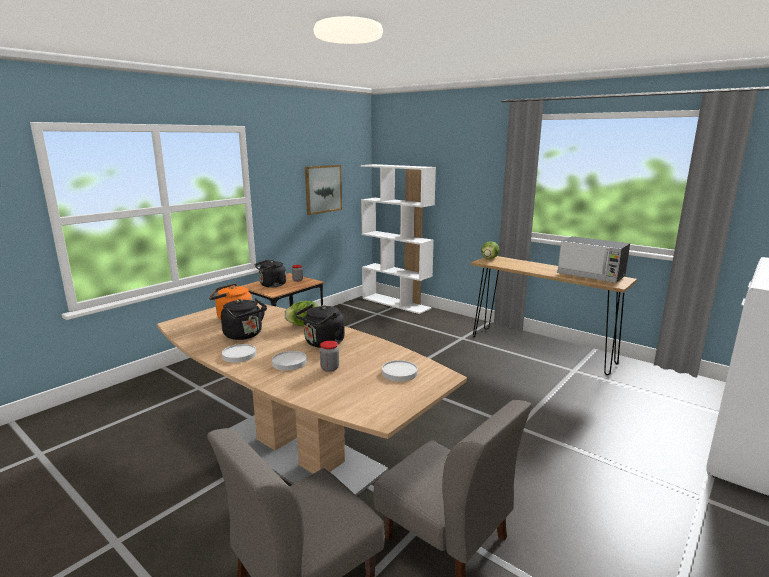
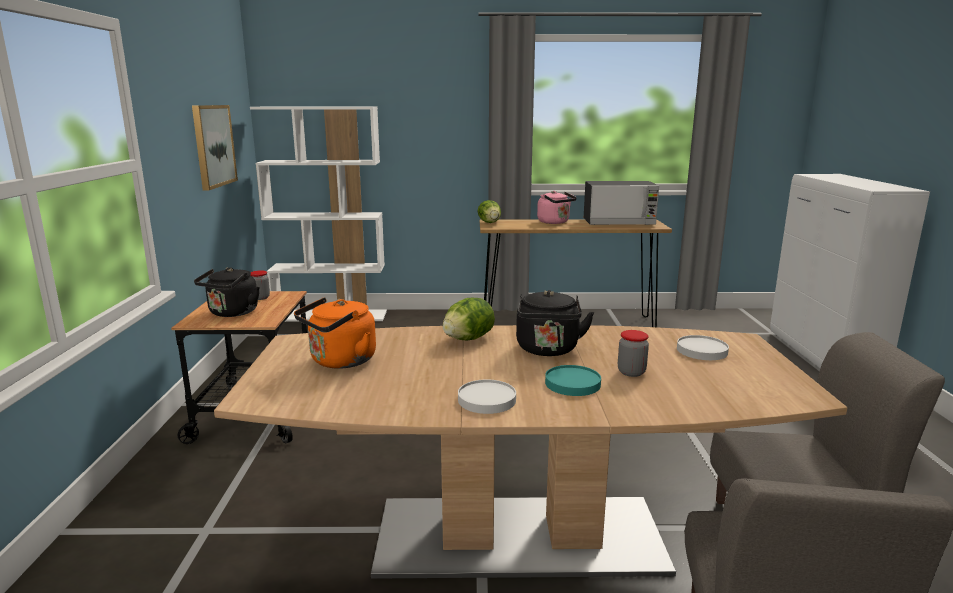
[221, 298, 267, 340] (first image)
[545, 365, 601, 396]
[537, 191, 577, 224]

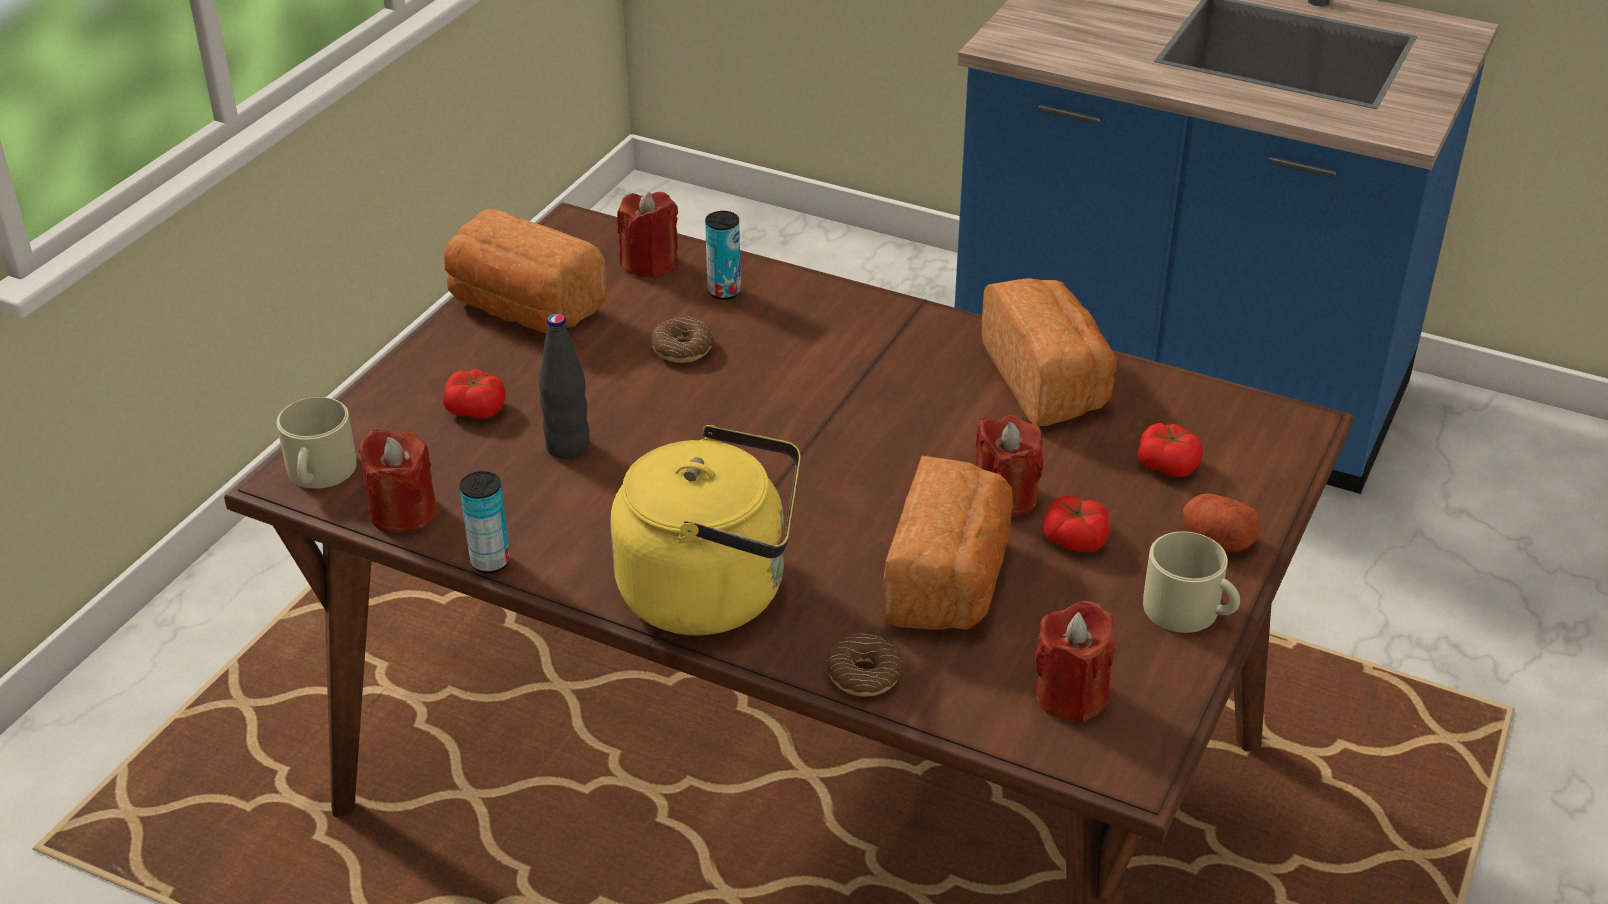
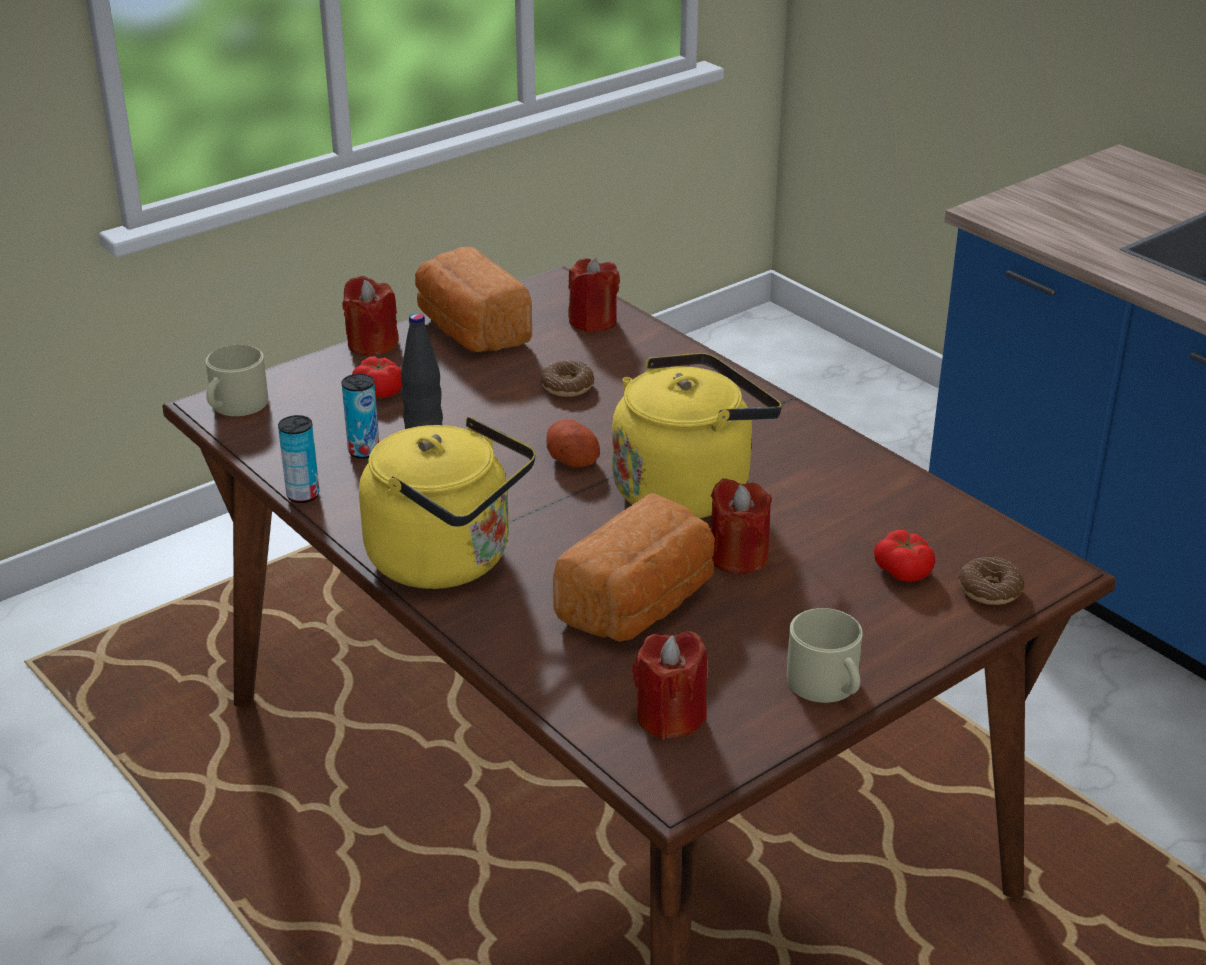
[342, 276, 399, 356]
[342, 374, 379, 459]
[958, 557, 1024, 605]
[982, 278, 1117, 426] (first image)
[1043, 496, 1110, 551] (first image)
[546, 419, 600, 467]
[612, 353, 782, 518]

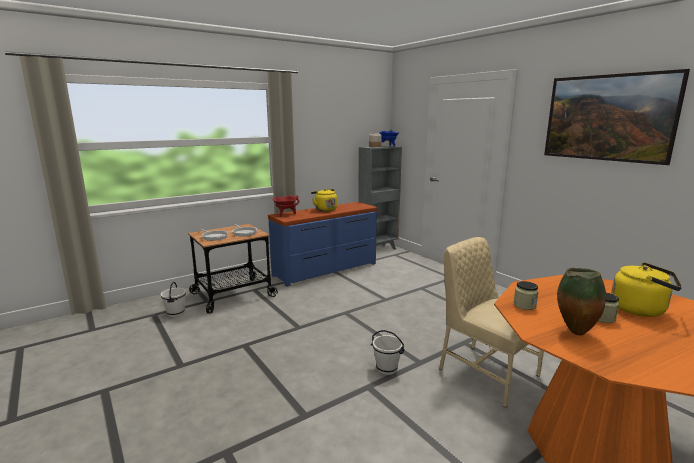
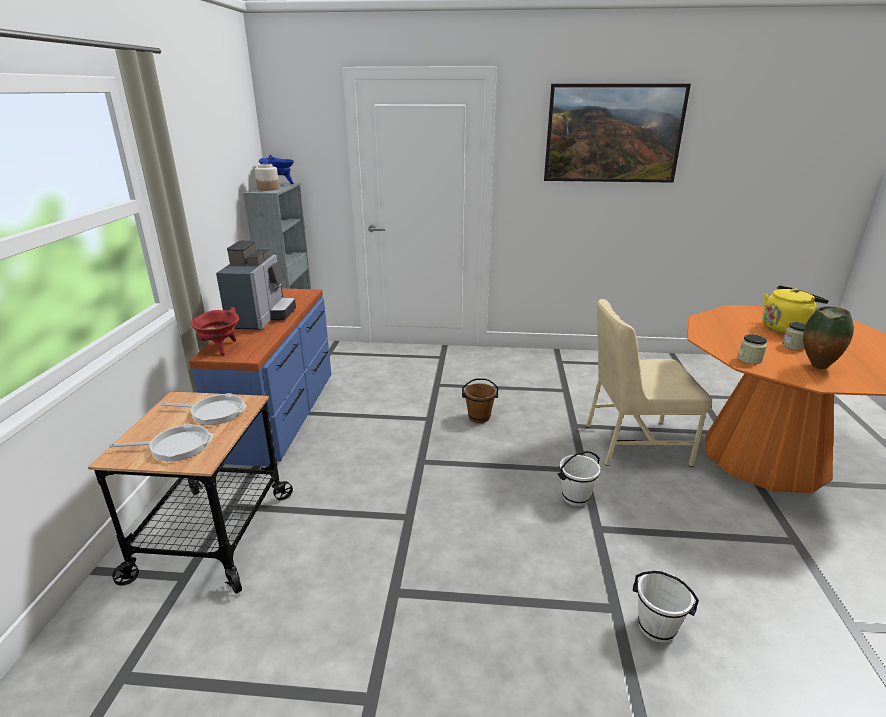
[633, 571, 699, 643]
[216, 240, 296, 330]
[462, 378, 498, 423]

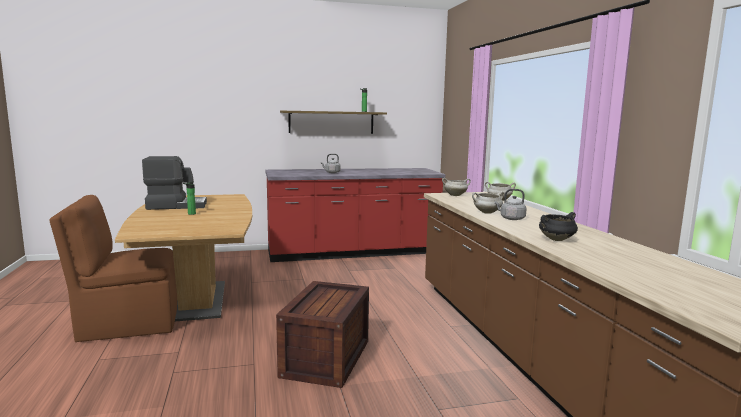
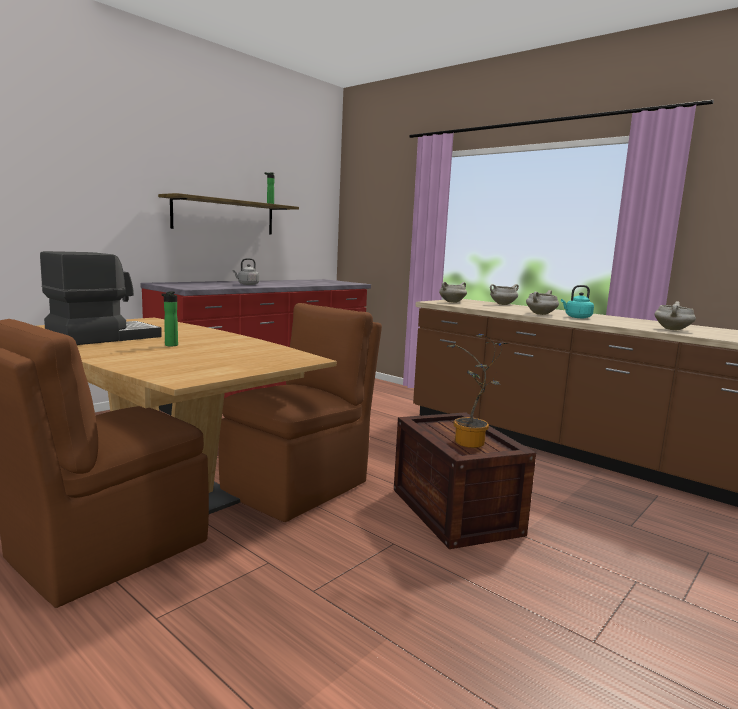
[561, 285, 594, 318]
[654, 301, 696, 330]
[219, 303, 382, 522]
[447, 334, 508, 448]

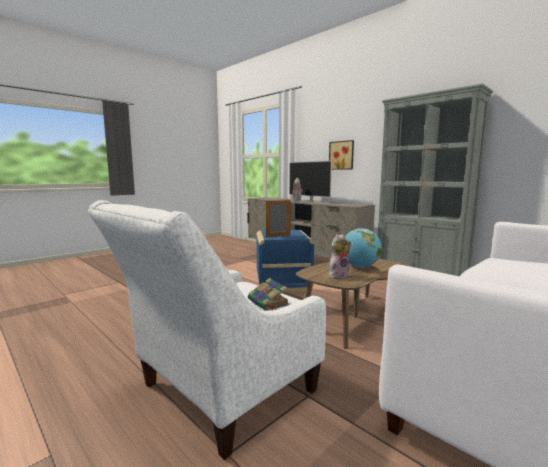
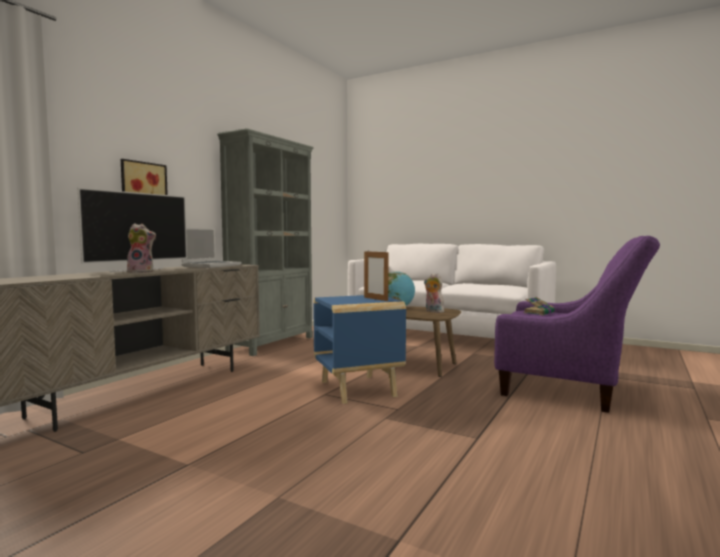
[494, 236, 660, 413]
[182, 228, 242, 268]

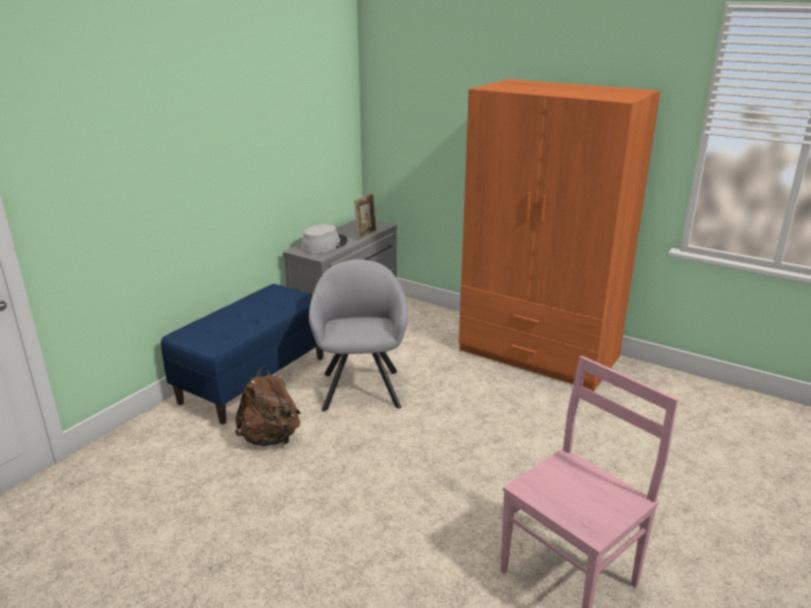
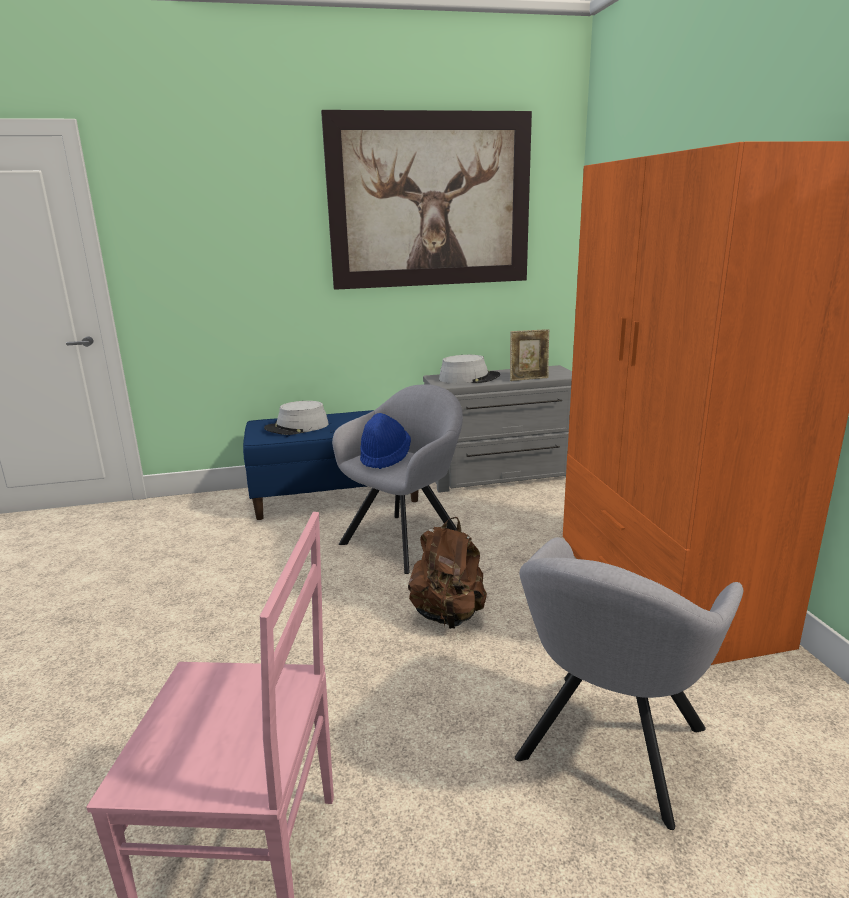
[408, 517, 487, 629]
[264, 401, 329, 435]
[321, 110, 532, 290]
[360, 413, 411, 469]
[515, 537, 743, 830]

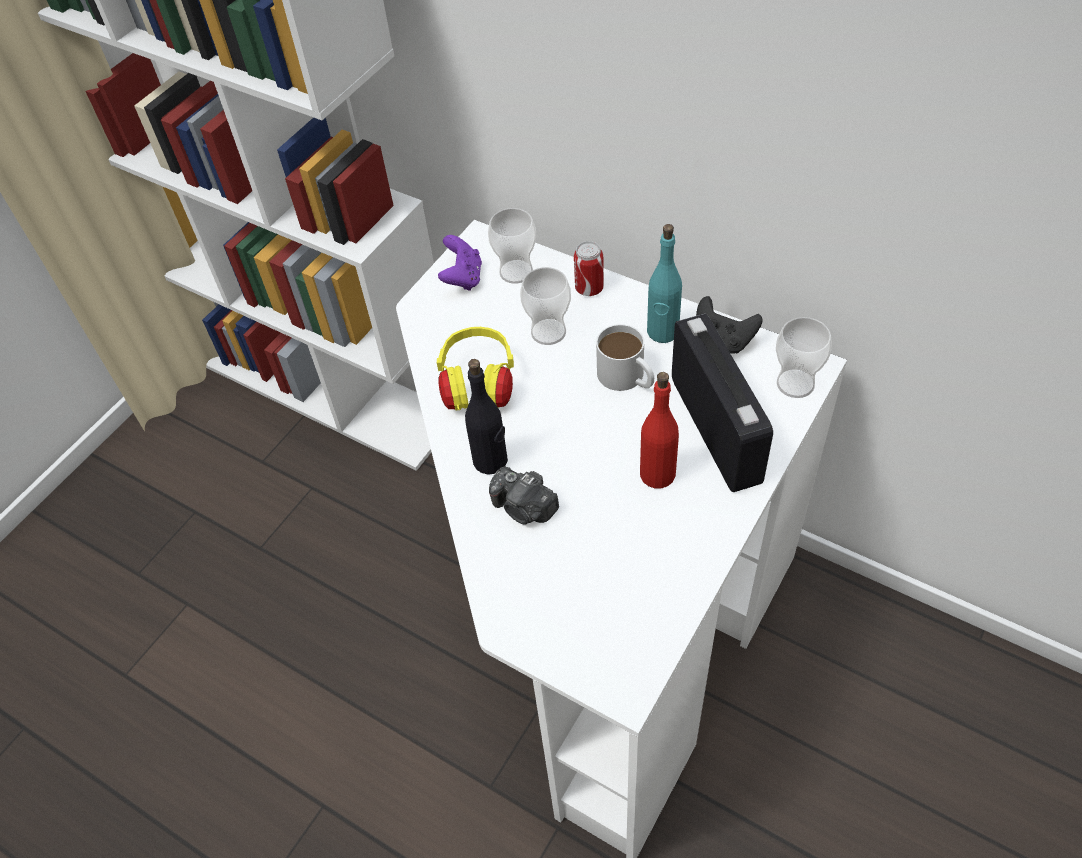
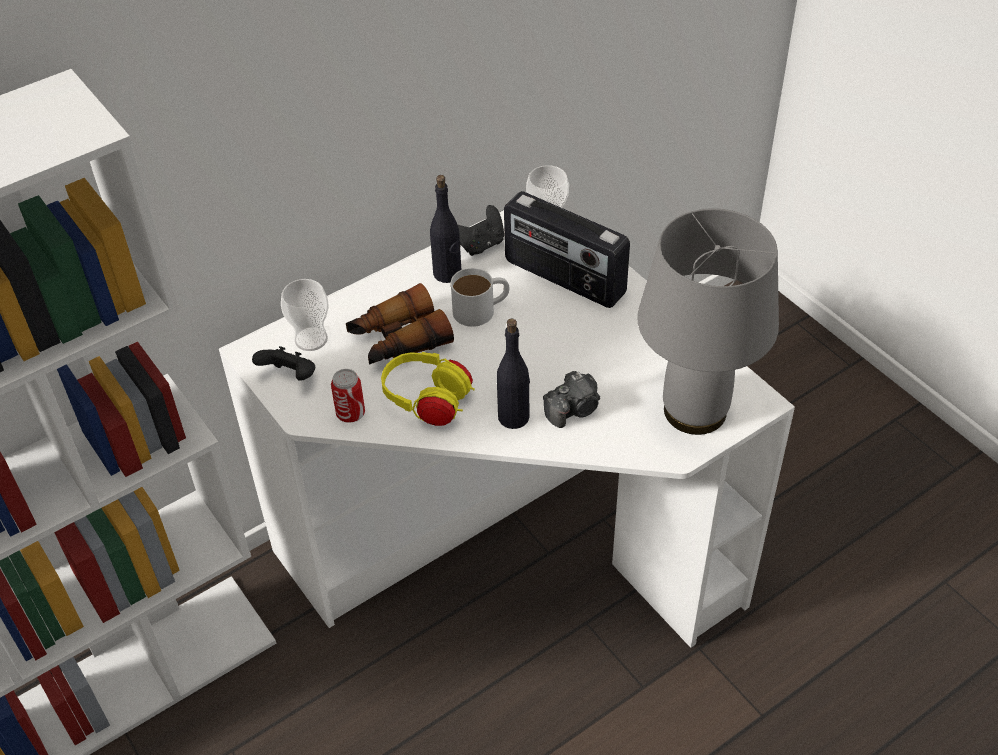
[252, 346, 315, 381]
[346, 283, 454, 364]
[331, 369, 365, 423]
[640, 372, 679, 489] (first image)
[430, 175, 461, 283]
[504, 191, 630, 308]
[637, 209, 779, 435]

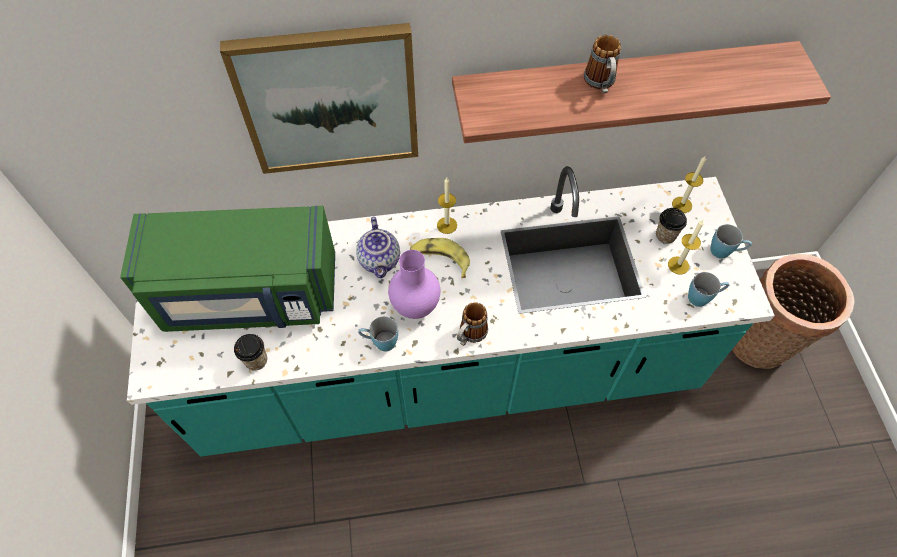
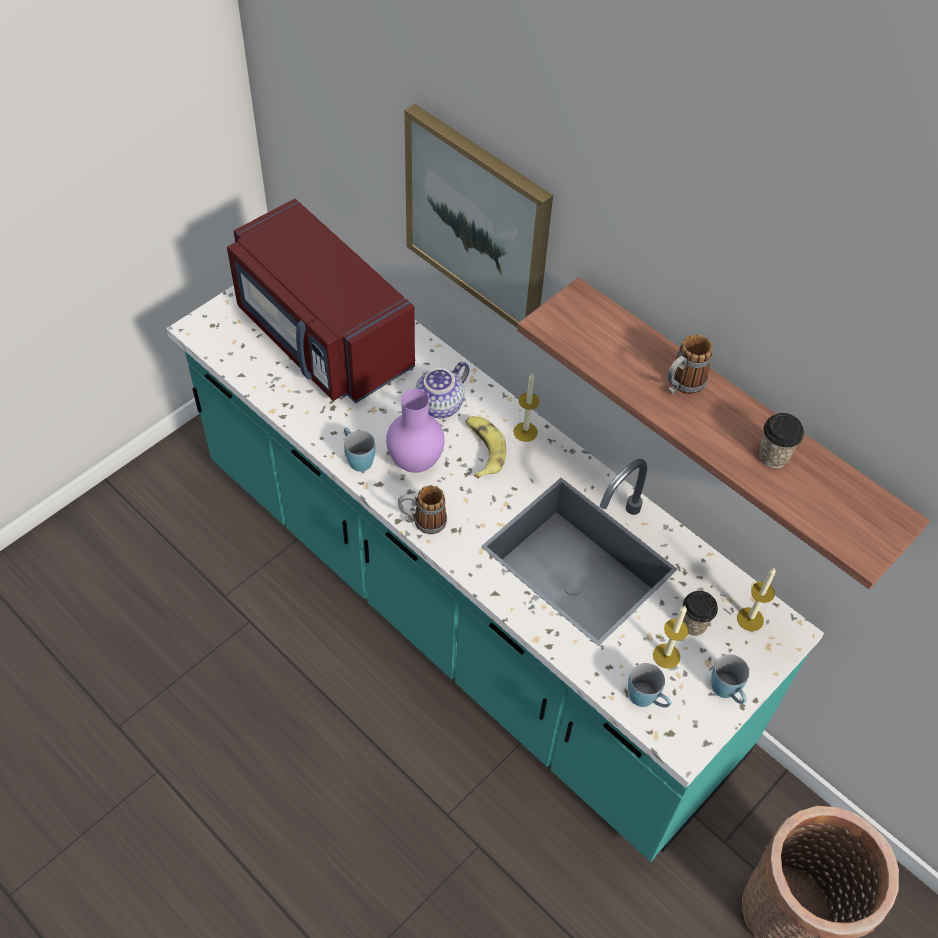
[227, 198, 415, 403]
[759, 413, 804, 468]

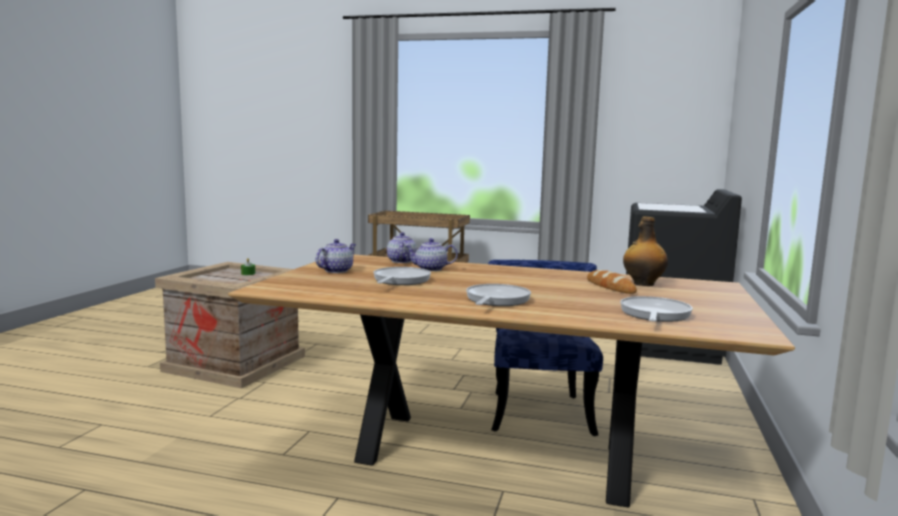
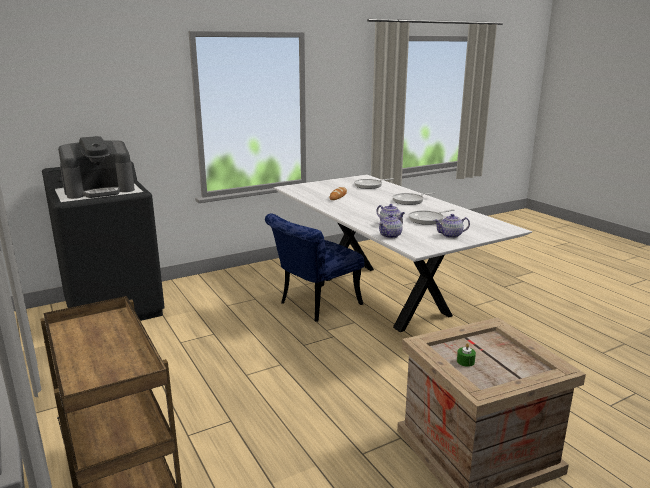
[274, 174, 532, 332]
[623, 216, 668, 286] (first image)
[58, 136, 135, 199]

